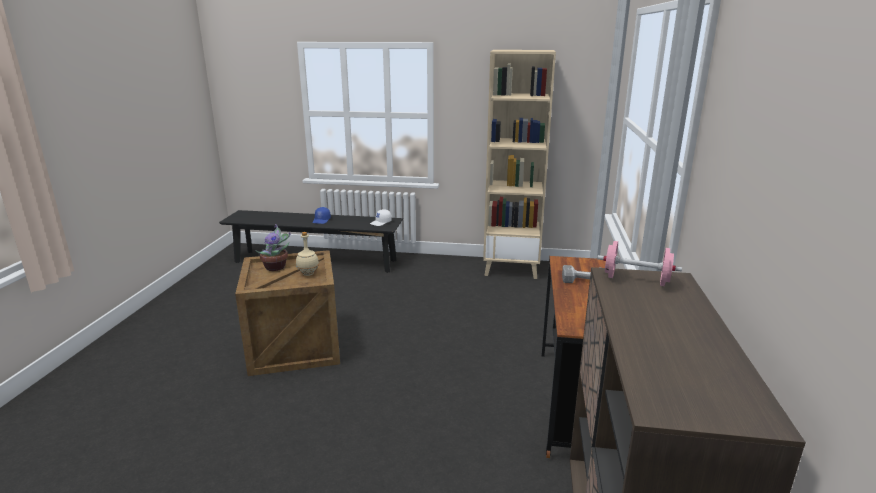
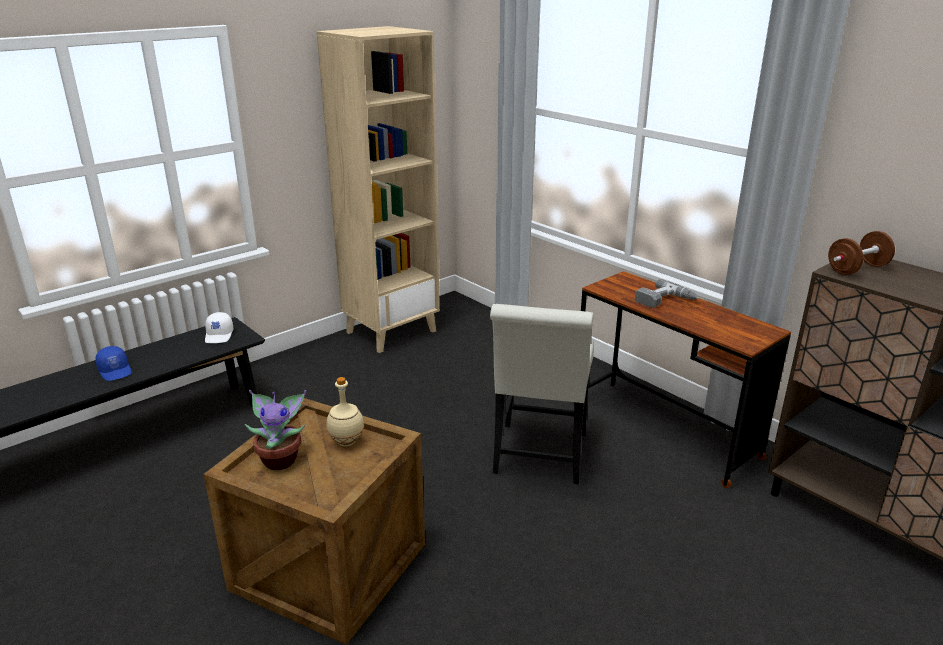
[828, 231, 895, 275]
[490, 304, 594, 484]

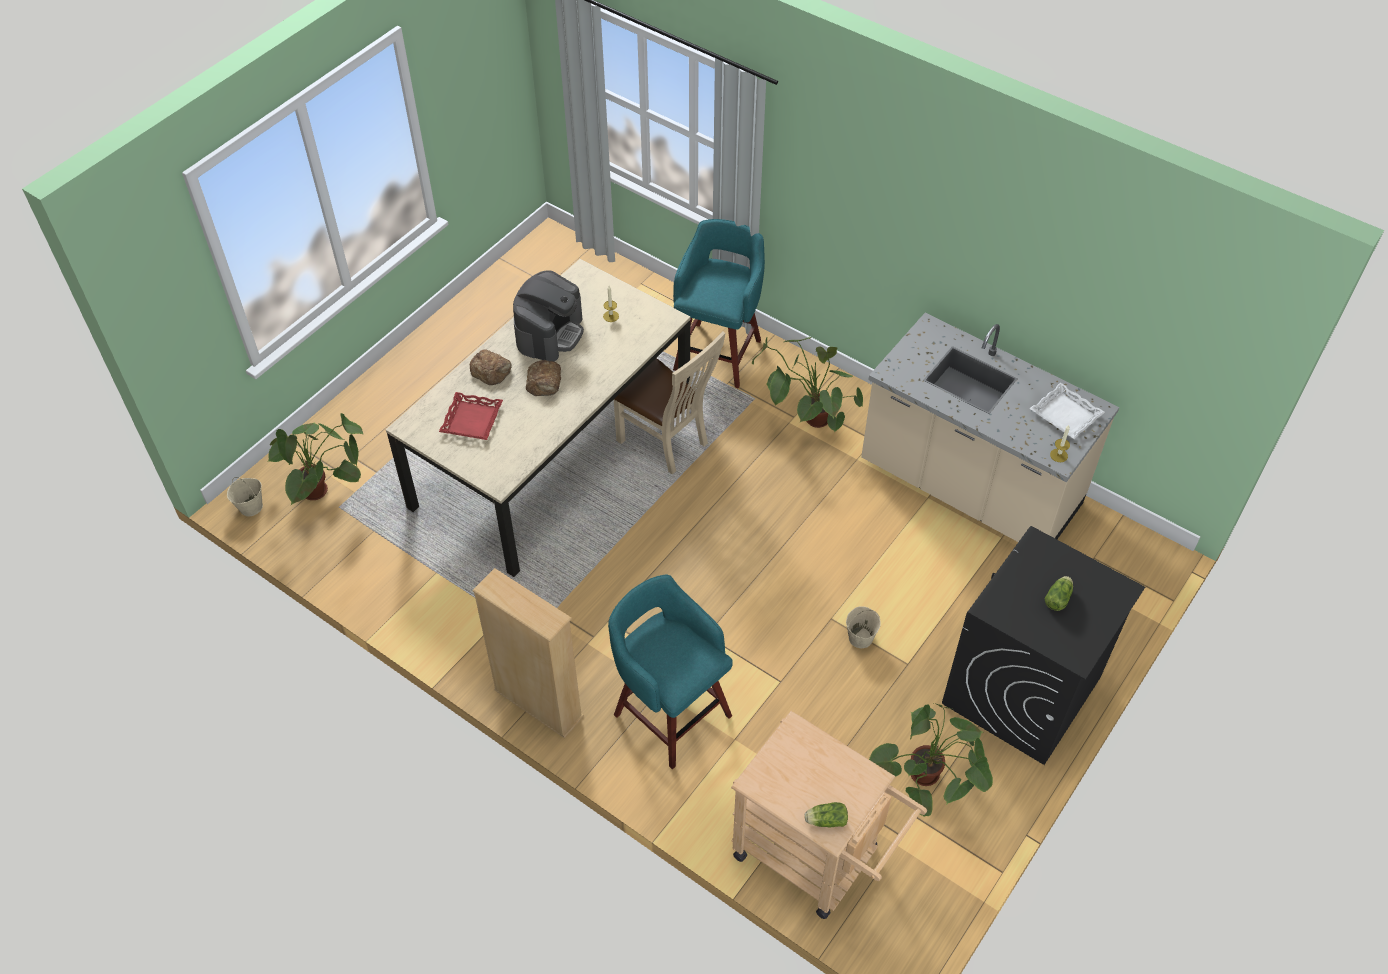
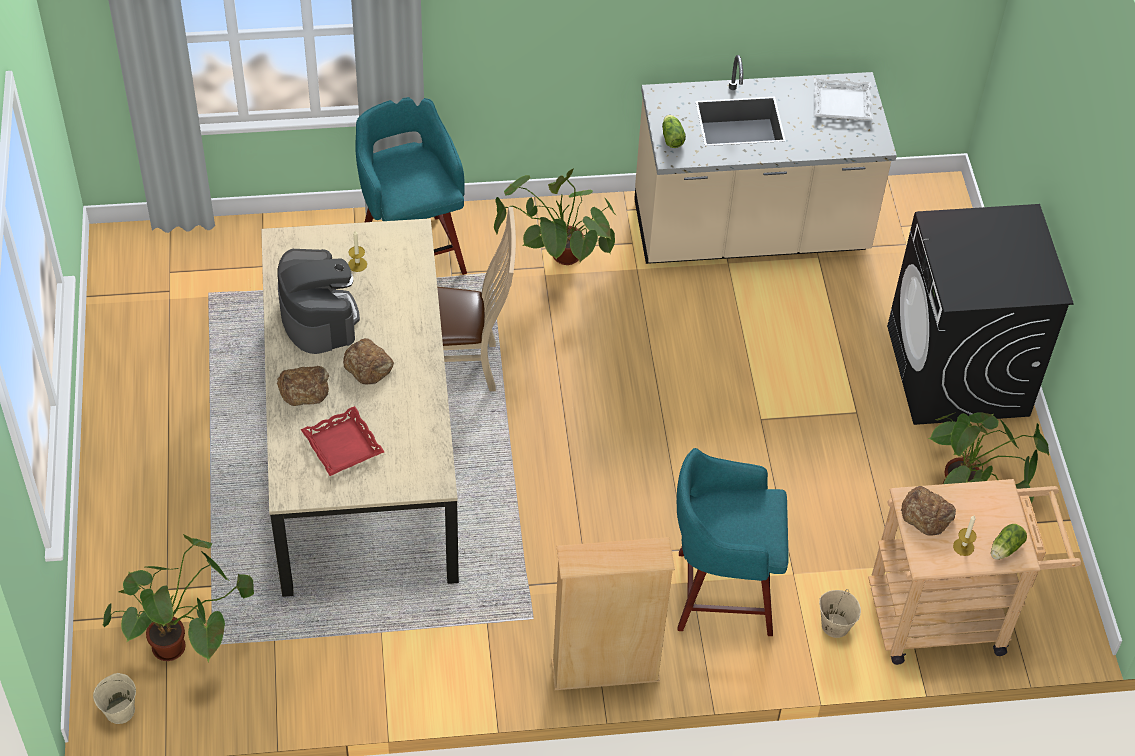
[819, 589, 861, 638]
[662, 115, 686, 148]
[953, 516, 976, 556]
[901, 486, 956, 536]

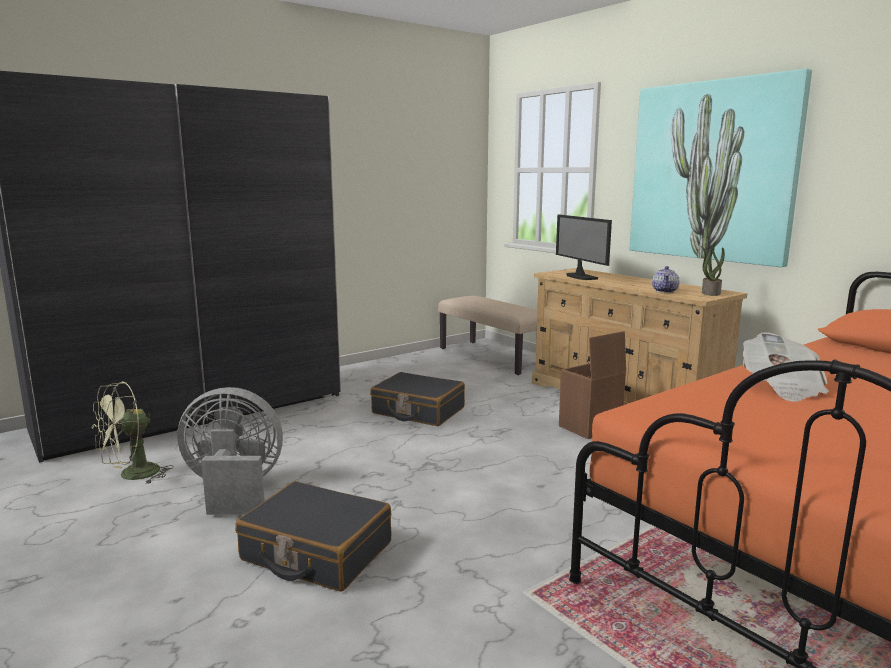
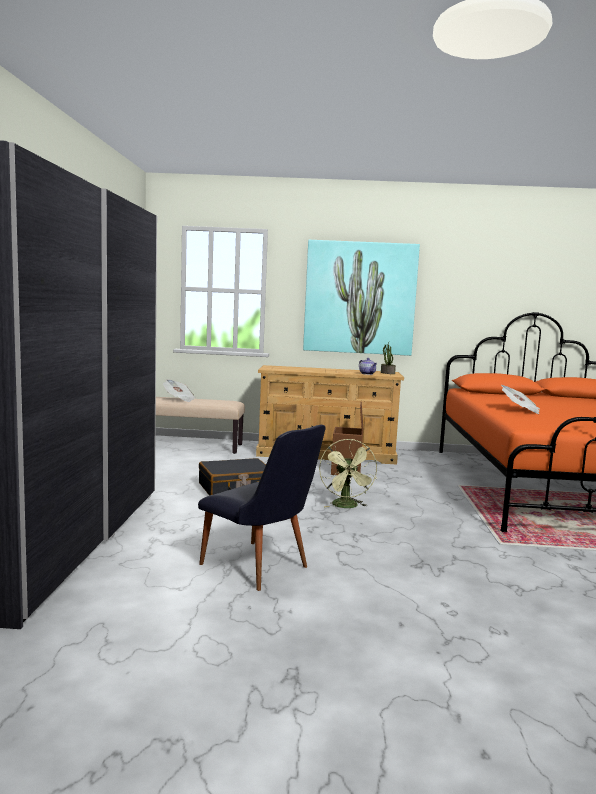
[319, 439, 378, 508]
[198, 425, 326, 591]
[235, 481, 391, 592] (first image)
[556, 215, 612, 280] (first image)
[163, 379, 196, 402]

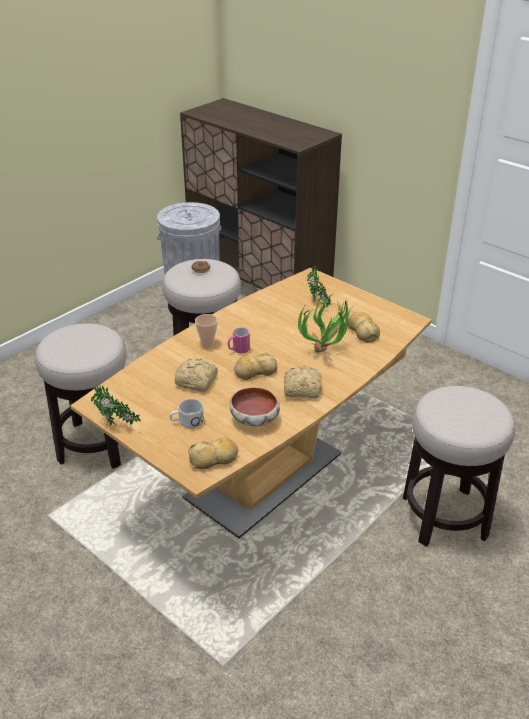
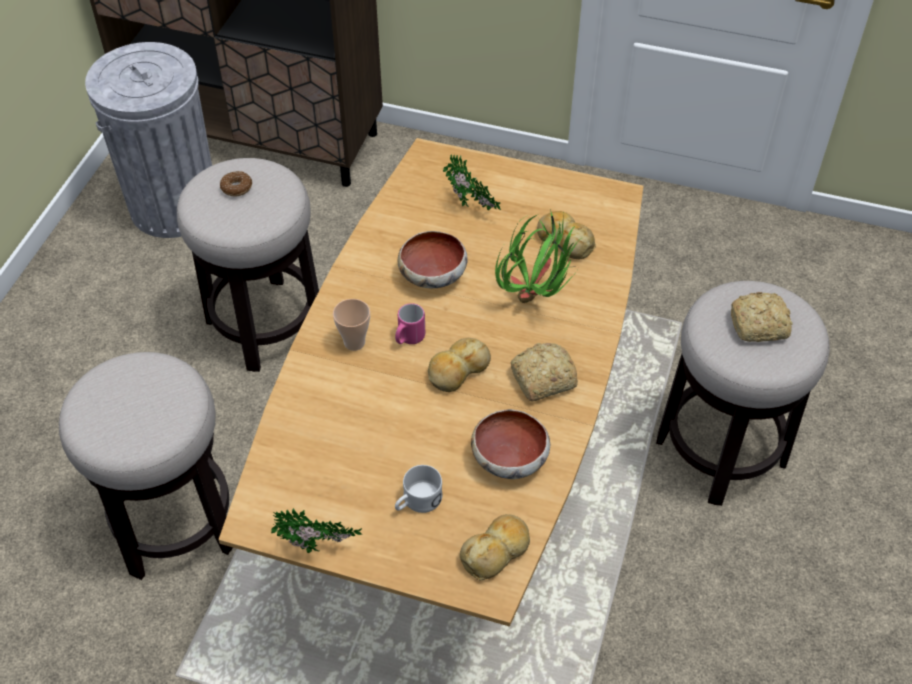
[731, 292, 793, 342]
[398, 231, 468, 288]

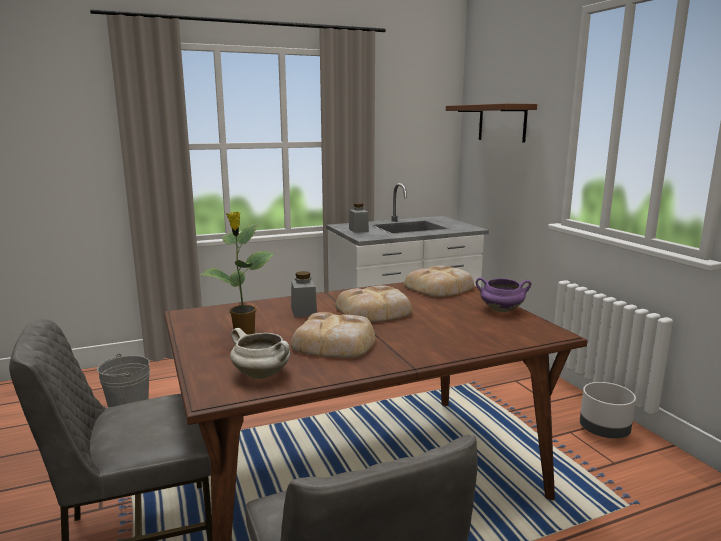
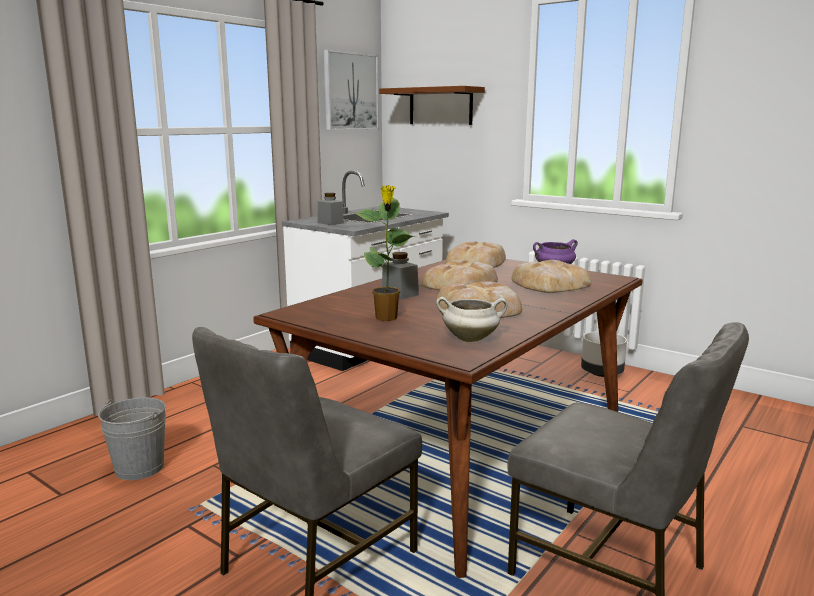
[324, 50, 379, 130]
[512, 260, 591, 293]

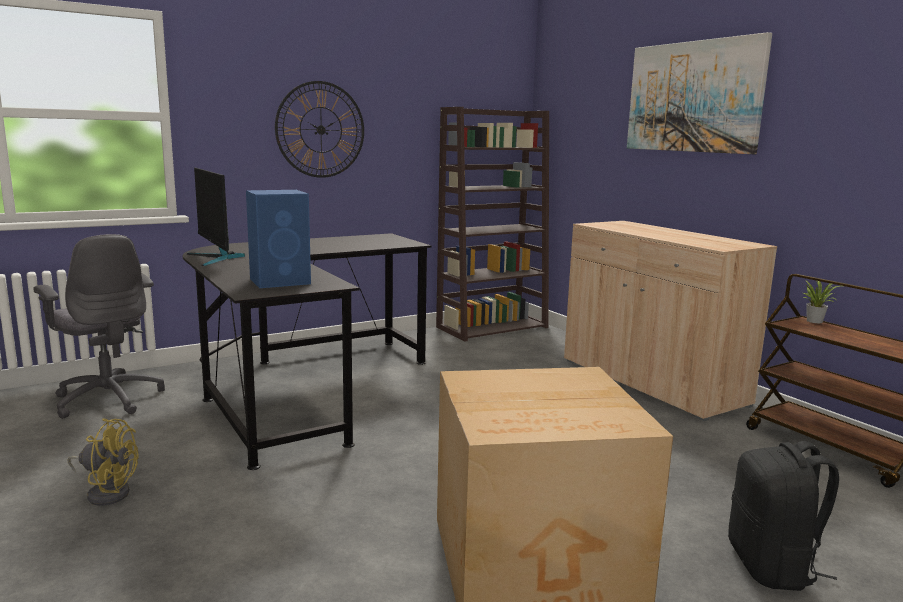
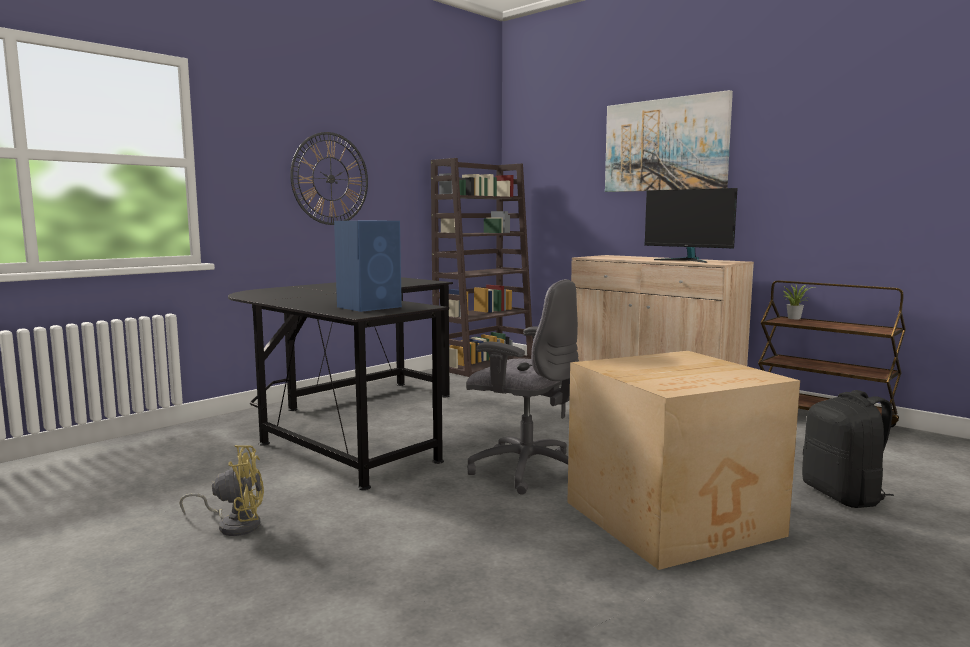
[466, 279, 579, 495]
[644, 188, 737, 263]

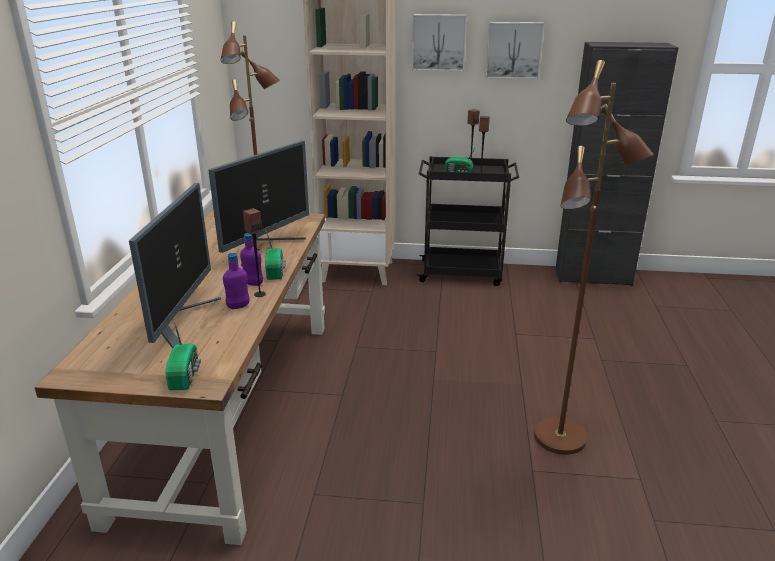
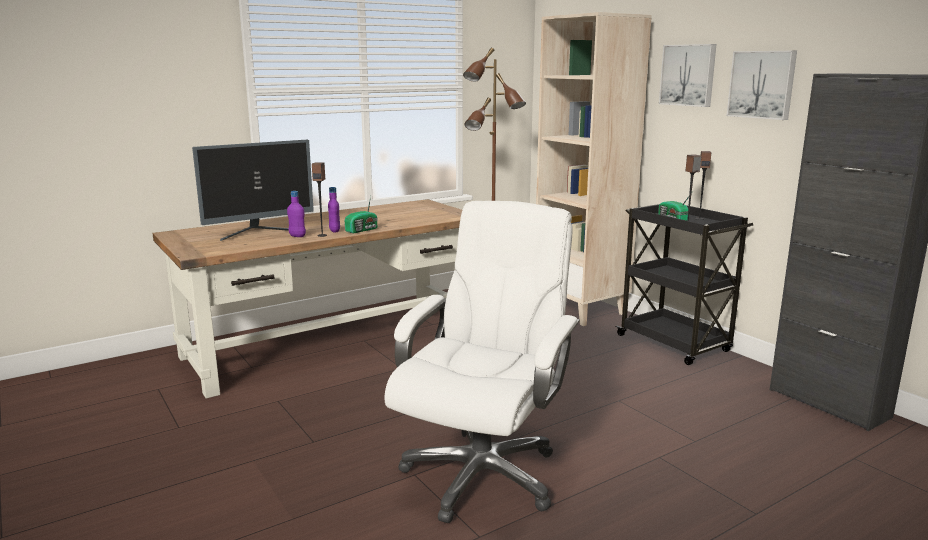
[165, 318, 201, 390] (first image)
[208, 141, 309, 266] (first image)
[384, 201, 580, 523]

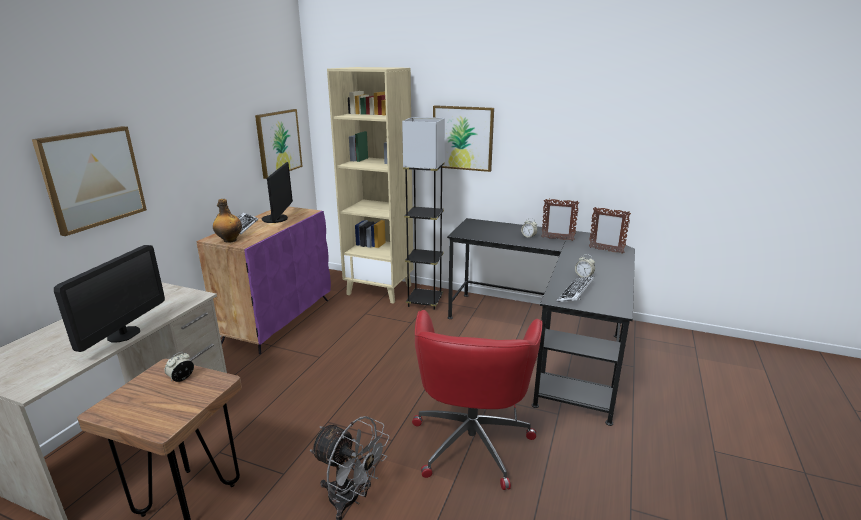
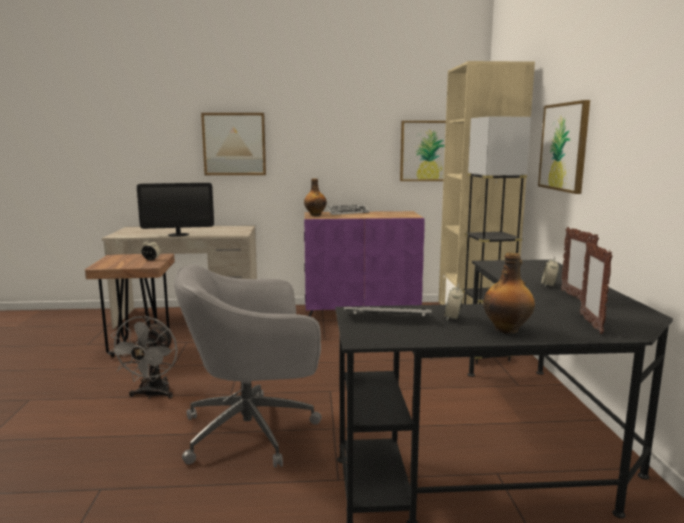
[262, 162, 293, 223] (first image)
[174, 265, 321, 468]
[483, 252, 535, 334]

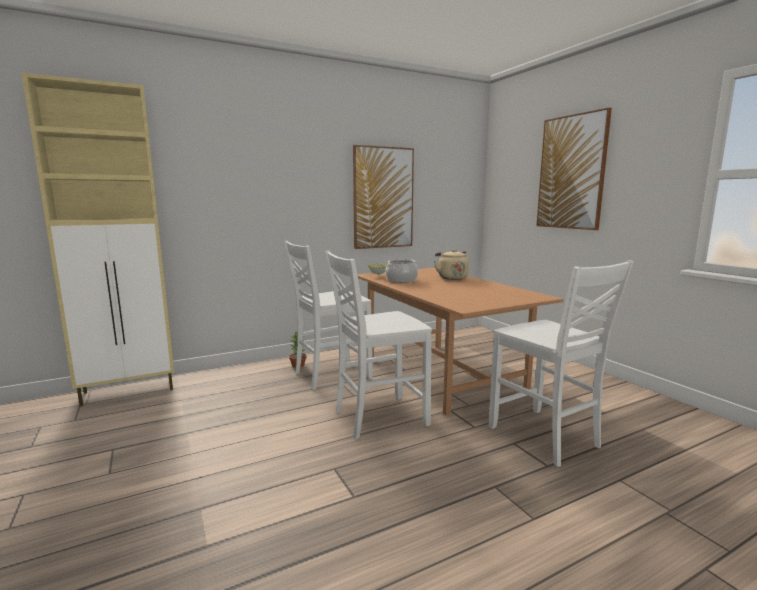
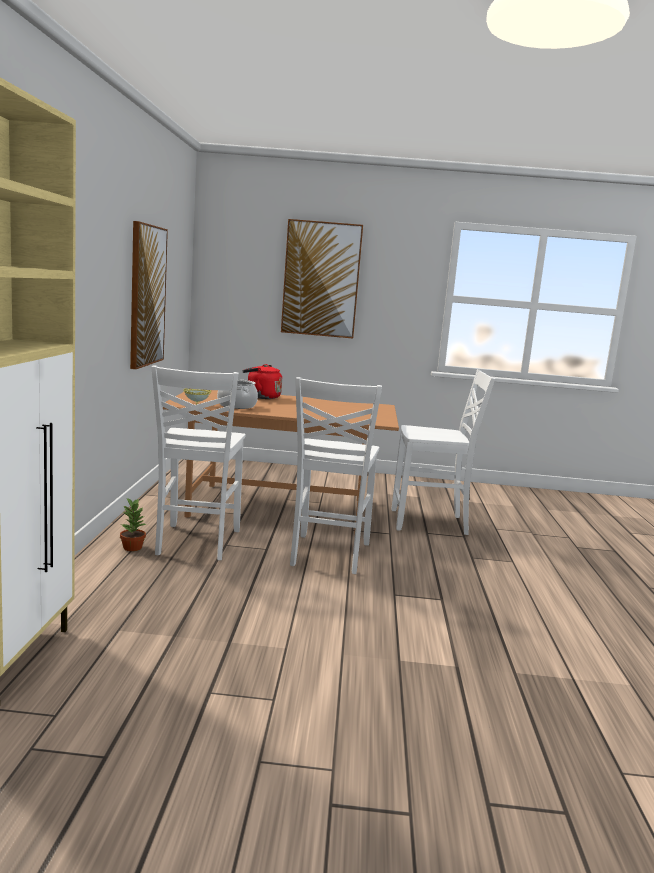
[242, 364, 282, 399]

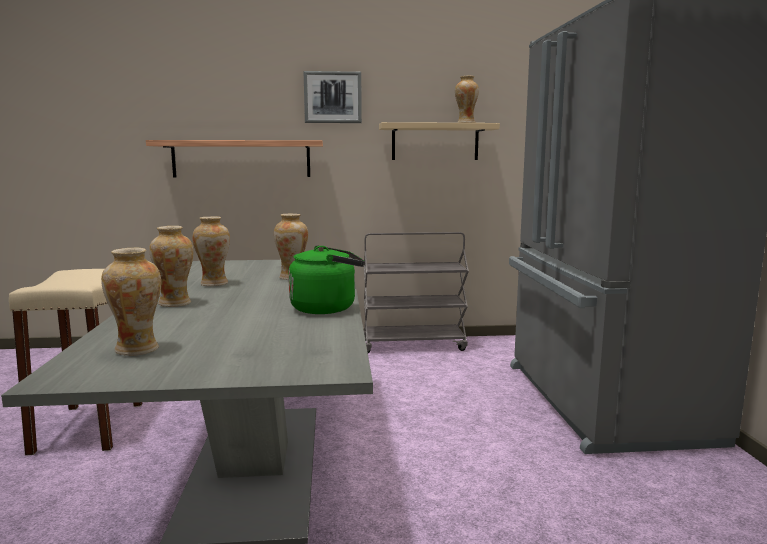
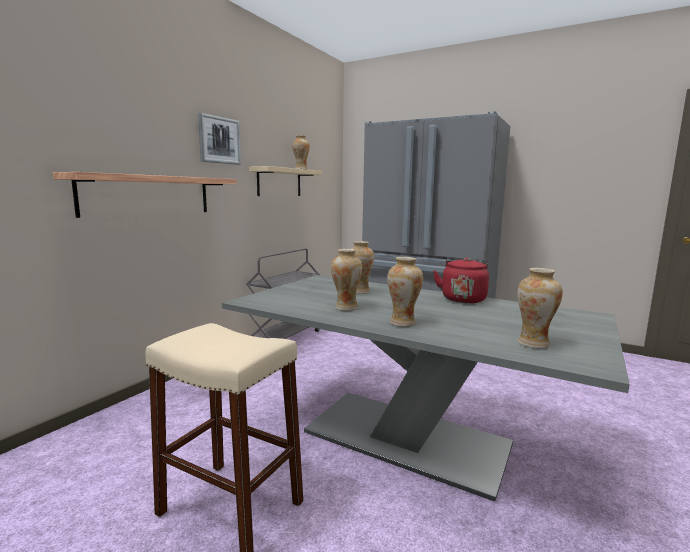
[433, 257, 489, 303]

